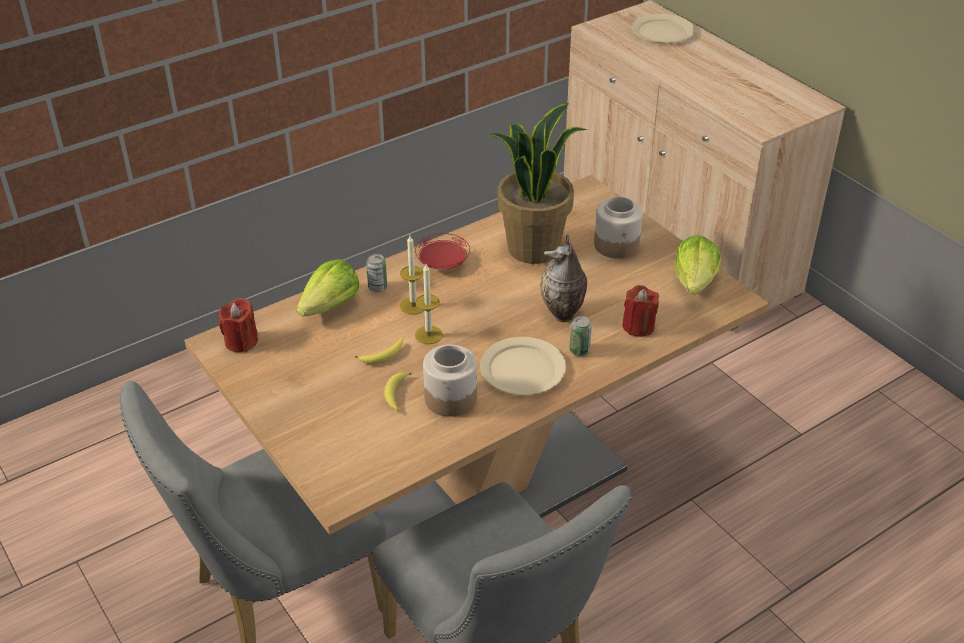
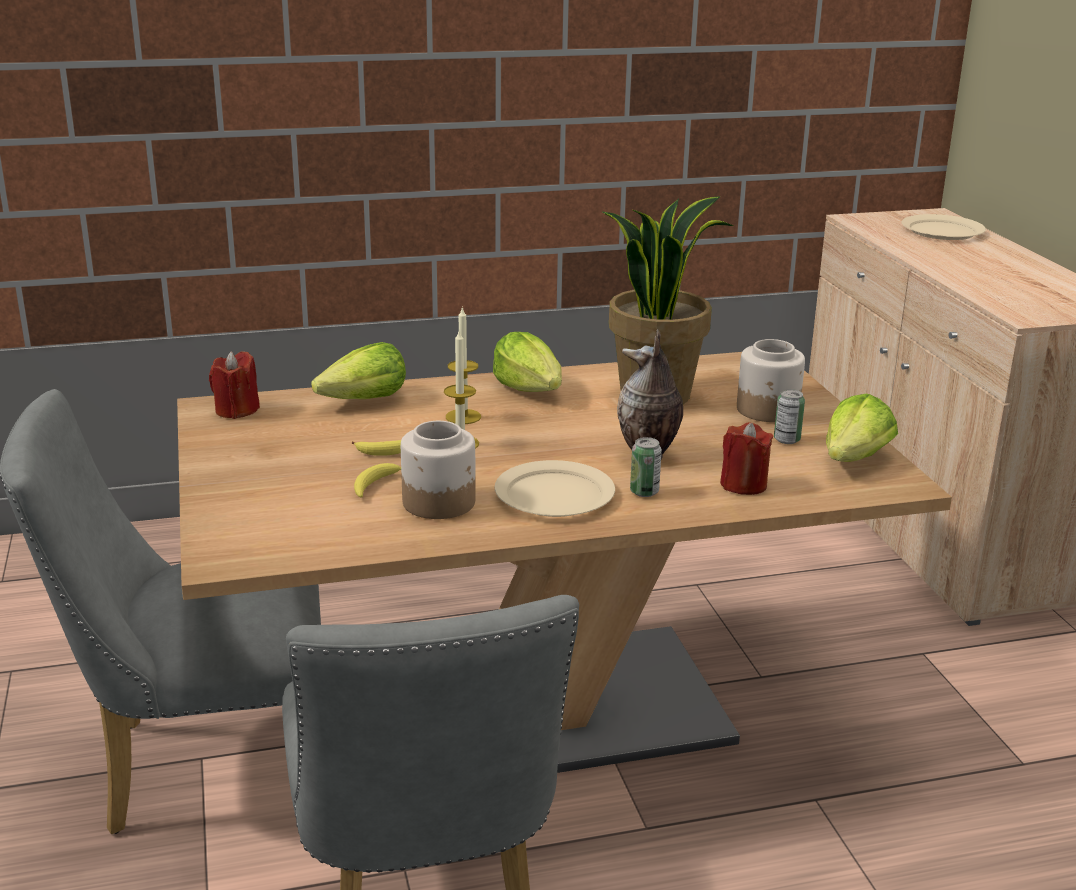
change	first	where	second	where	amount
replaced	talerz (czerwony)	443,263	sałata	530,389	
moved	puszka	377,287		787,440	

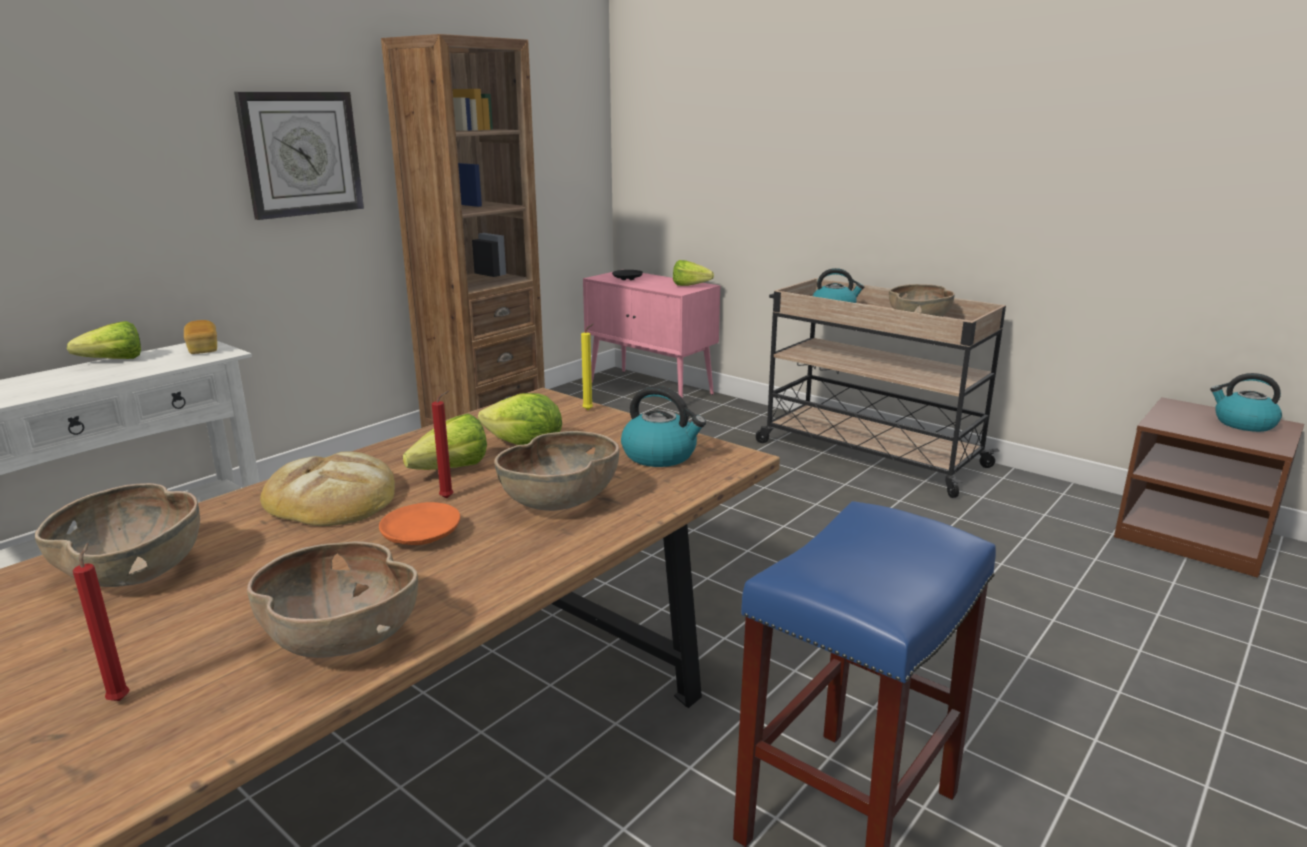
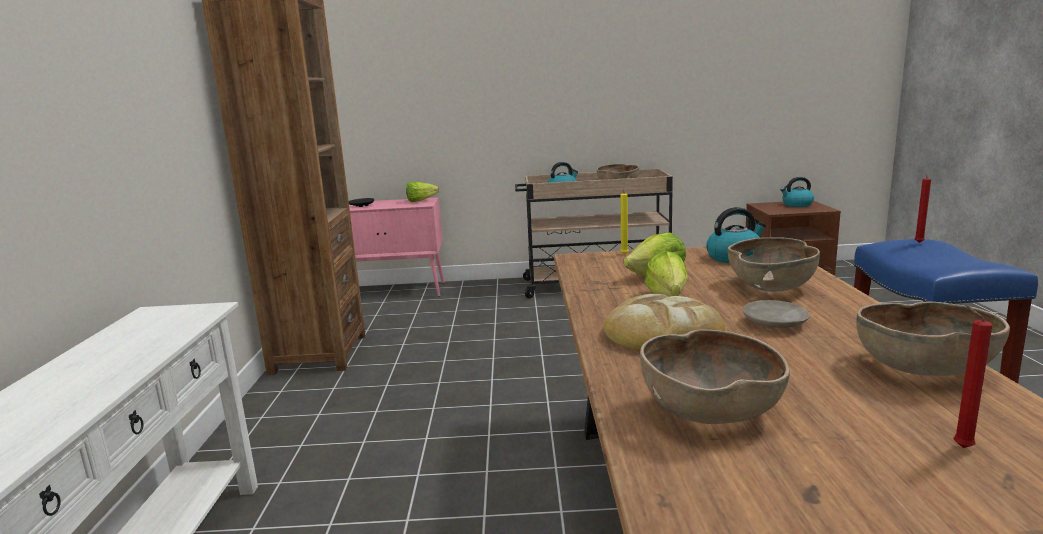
change	first	where	second	where	amount
removed	zegar ścienny	301,154			
removed	chleb	203,349			
removed	sałata	108,361			
moved	świeca (czerwony)	449,498		919,242	
recoloured	talerz (pomarańczowy)	421,536	talerz (beżowy)	774,324	

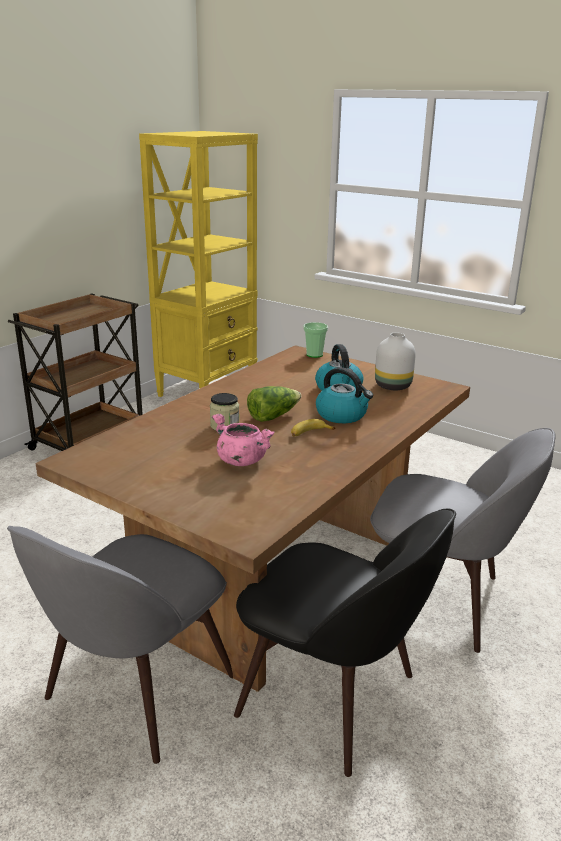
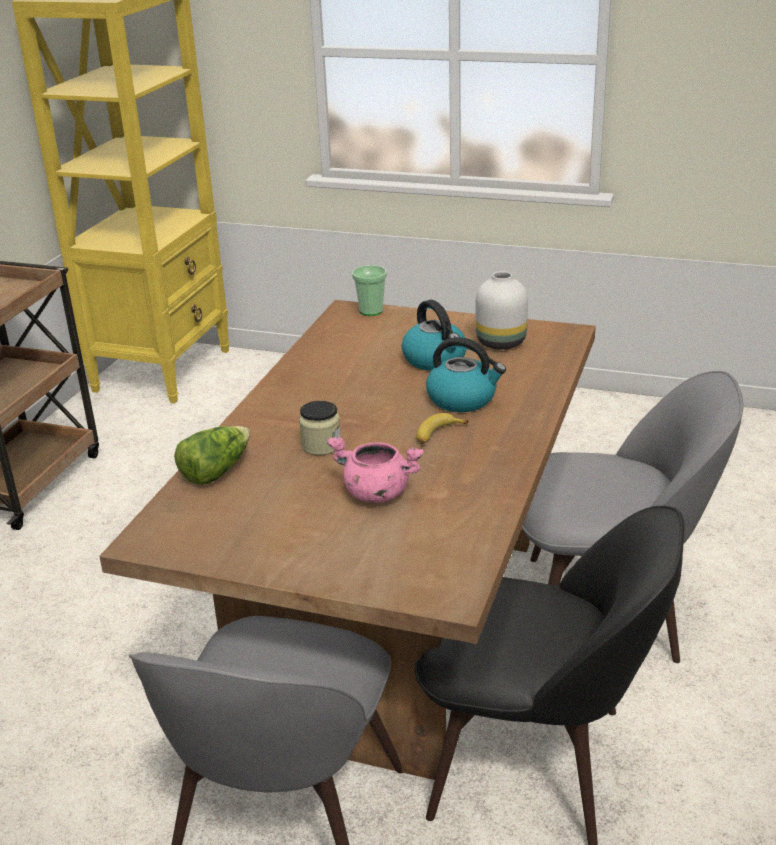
change	first	where	second	where	amount
moved	sałata	273,416		216,471	

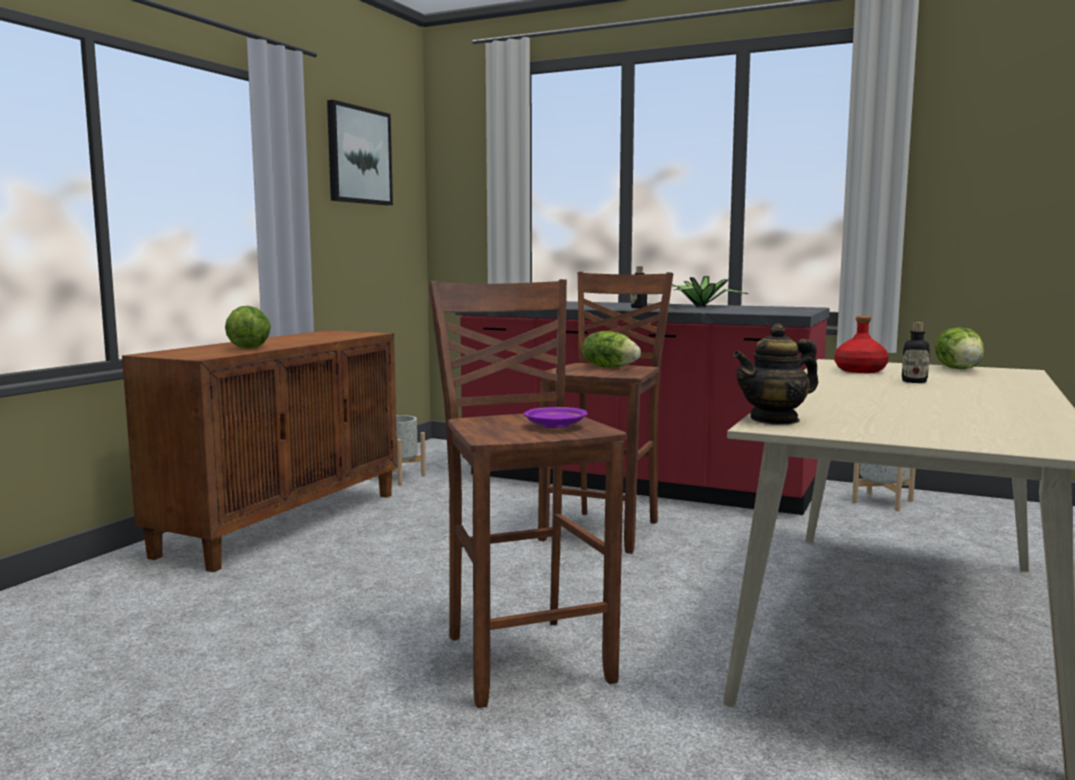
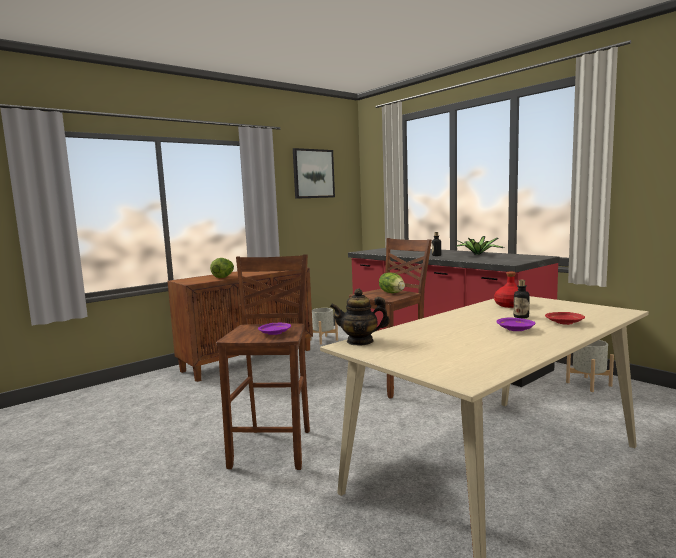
change	first	where	second	where	amount
removed	sałata	960,369			
added			talerz (czerwony)	565,323	
added			talerz (fioletowy)	515,329	

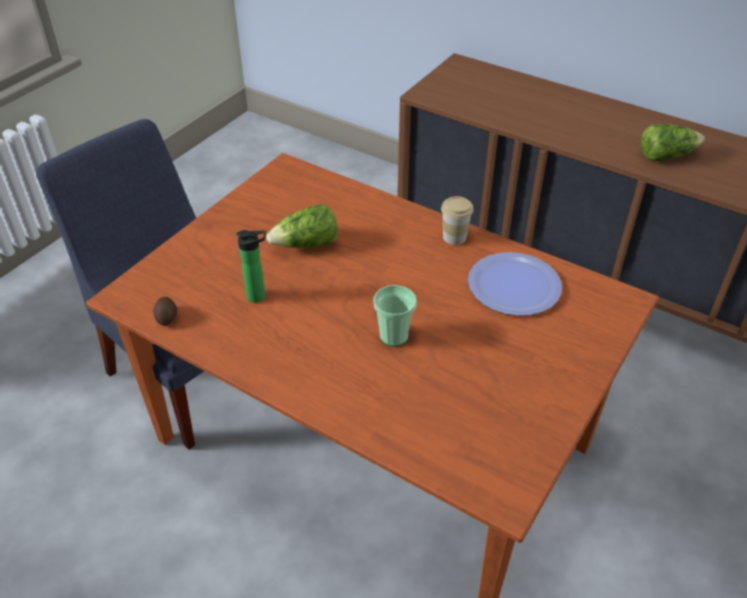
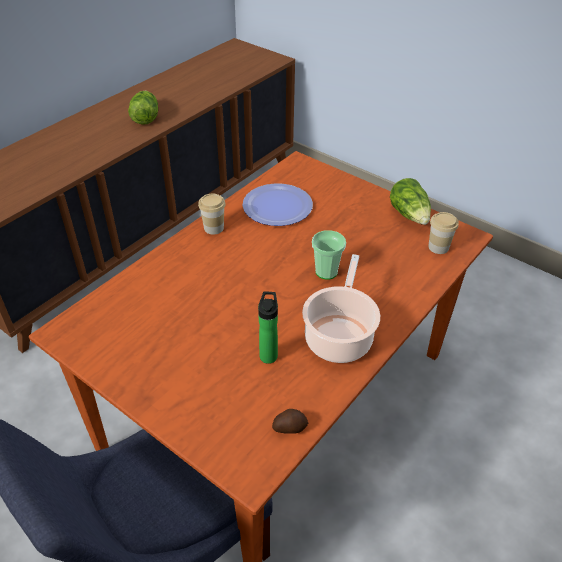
change	first	where	second	where	amount
moved	sałata	306,245		410,215	
added			filiżanka	438,247	
added			garnek	339,336	

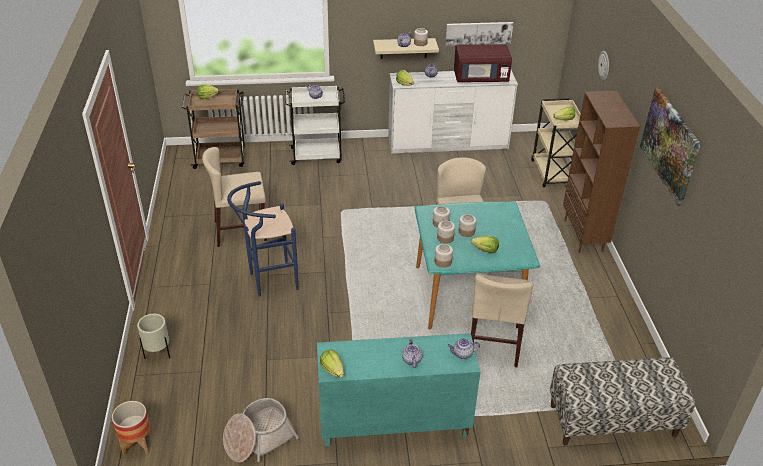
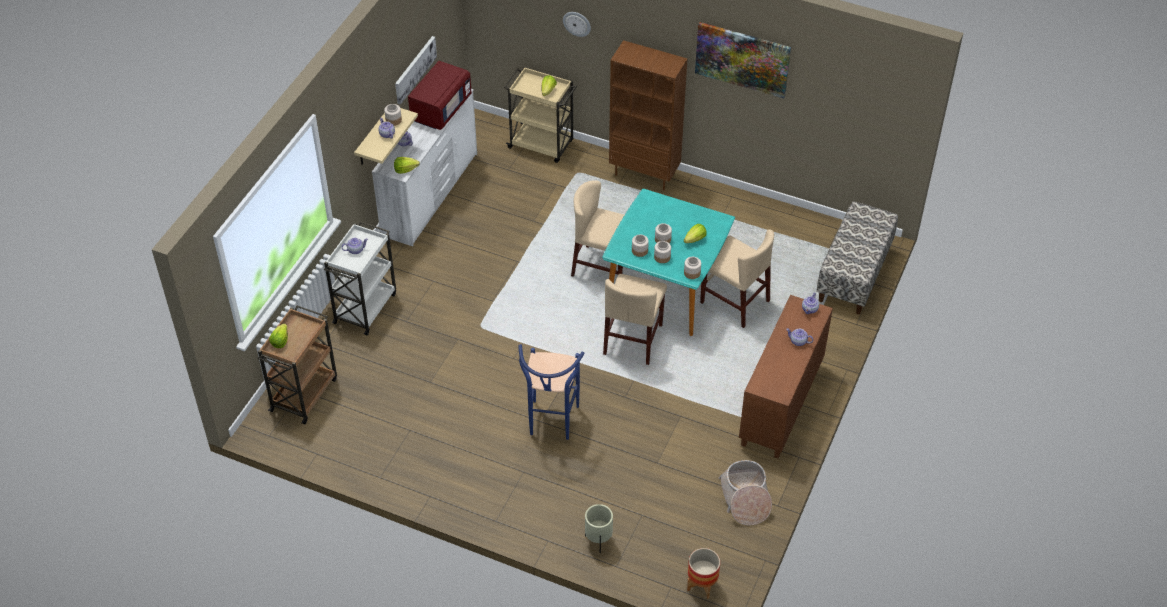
change	first	where	second	where	amount
moved	krzesło (beżowy)	240,231		633,339	
recoloured	szafka (turkusowy)	393,424	szafka (brązowy)	781,405	
removed	sałata	333,370			

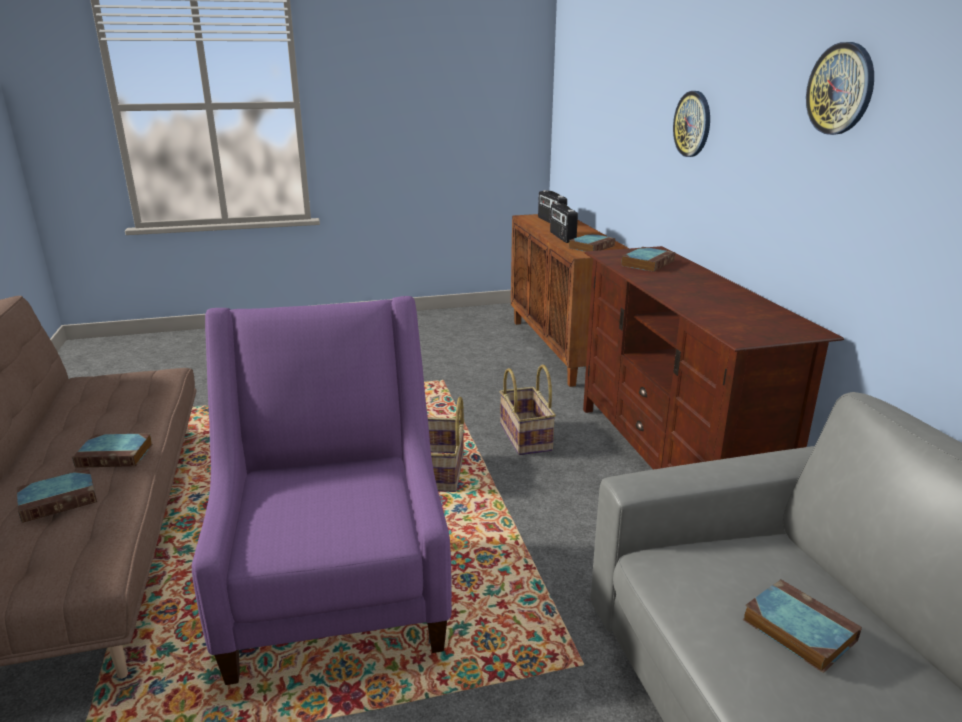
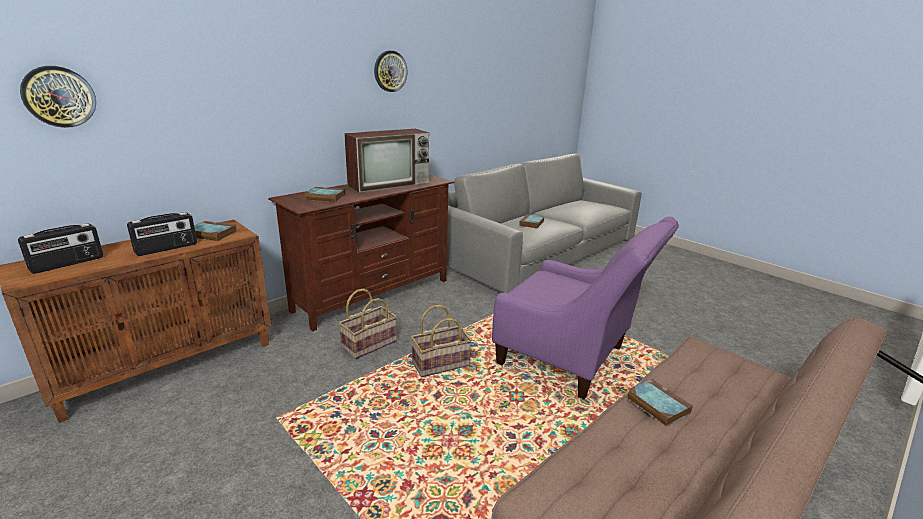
change	first	where	second	where	amount
moved	zegar ścienny	693,124		59,96	
turned	fotel (fioletowy)	337,589		570,360	105 degrees counterclockwise
removed	książka	60,499			
added			telewizor	390,184	

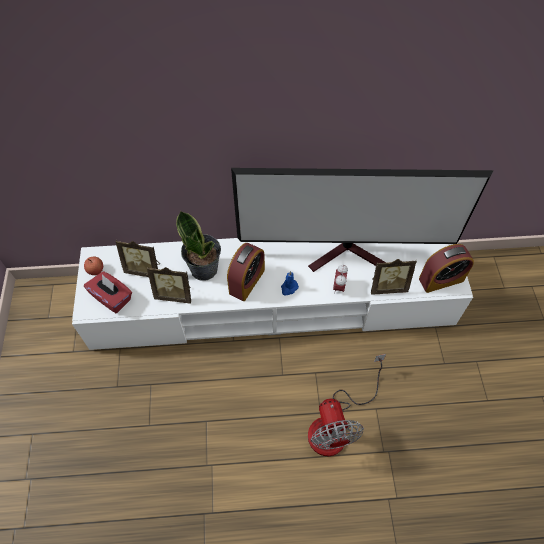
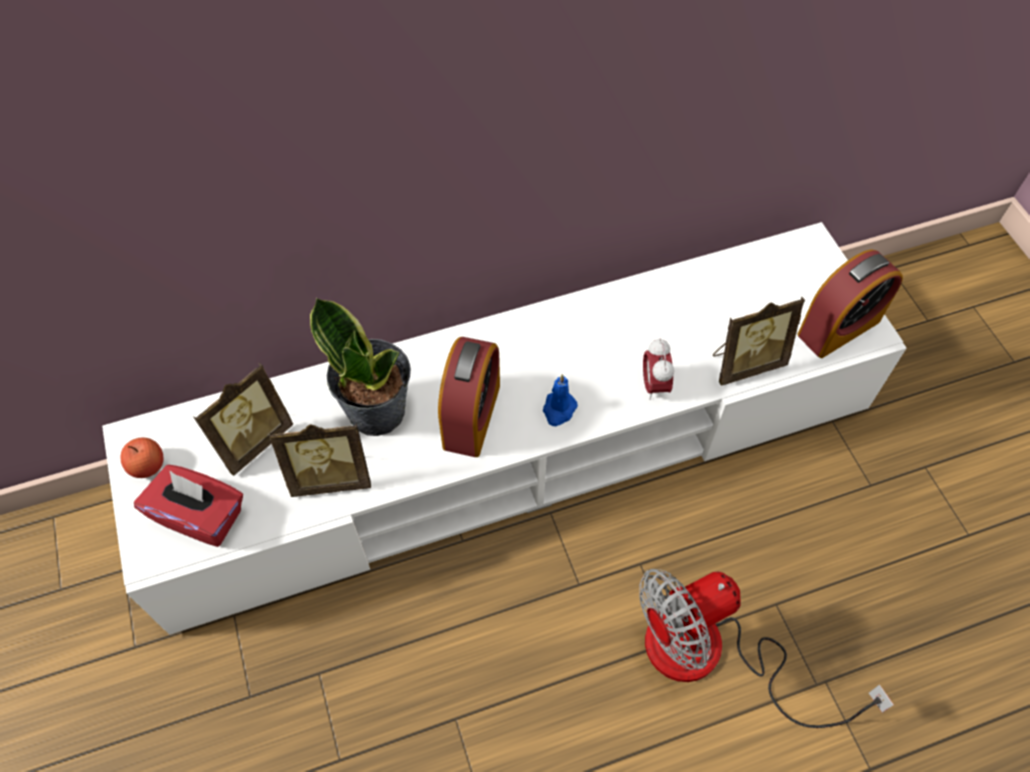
change	first	where	second	where	amount
removed	telewizor	350,256			
turned	ramka na zdjęcie	144,269		252,440	45 degrees counterclockwise
turned	wentylator	336,425		711,656	90 degrees clockwise

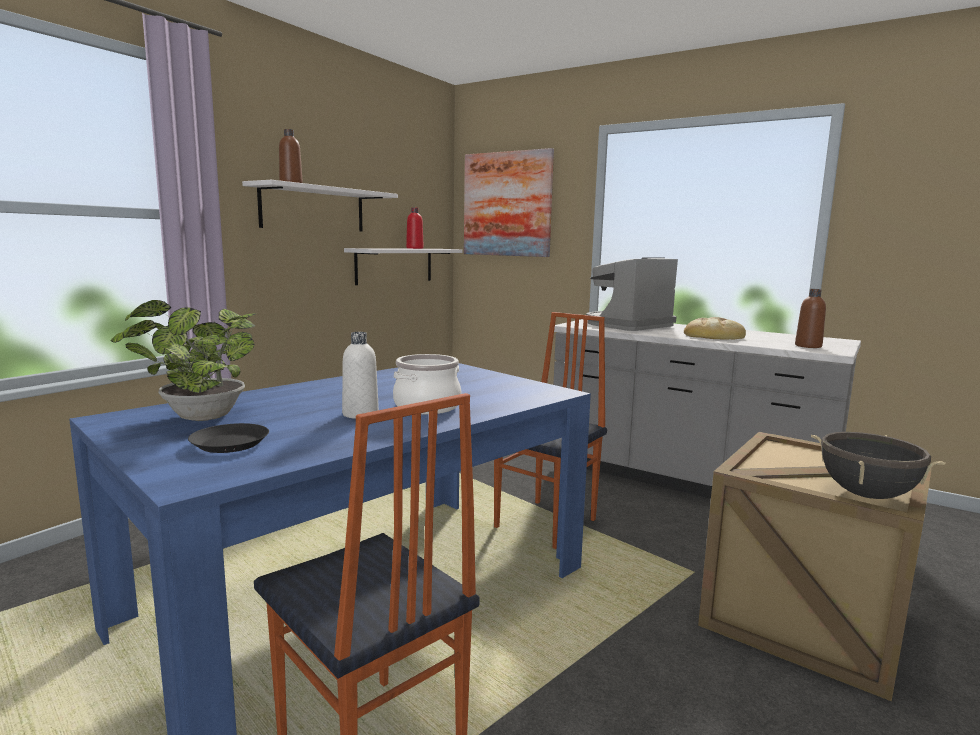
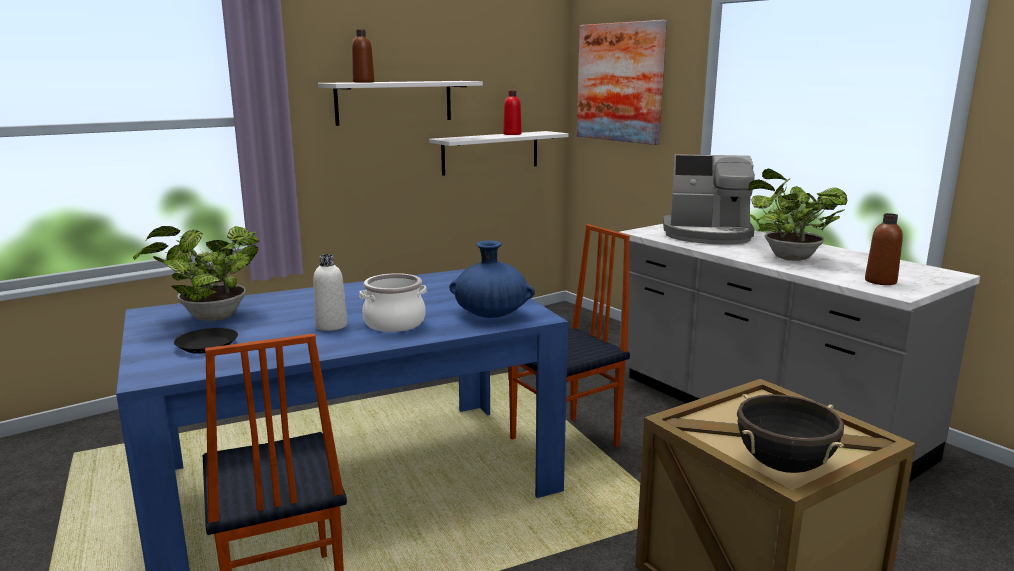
change	first	where	second	where	amount
turned	ekspres do kawy	627,325		708,235	150 degrees counterclockwise
replaced	chleb	714,335	roślina doniczkowa	787,257	
added			wazon (niebieski)	491,314	

